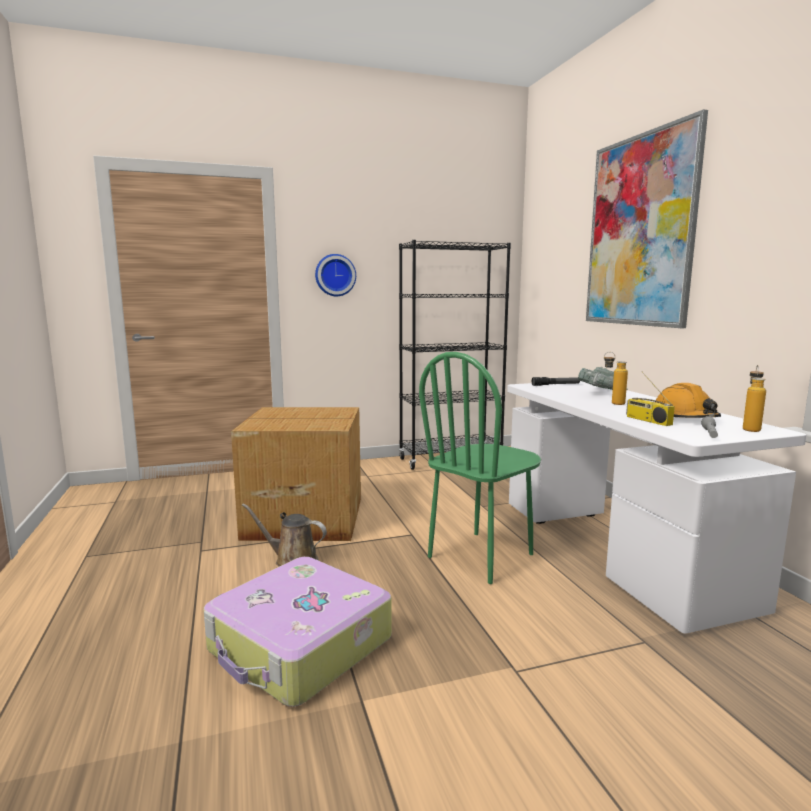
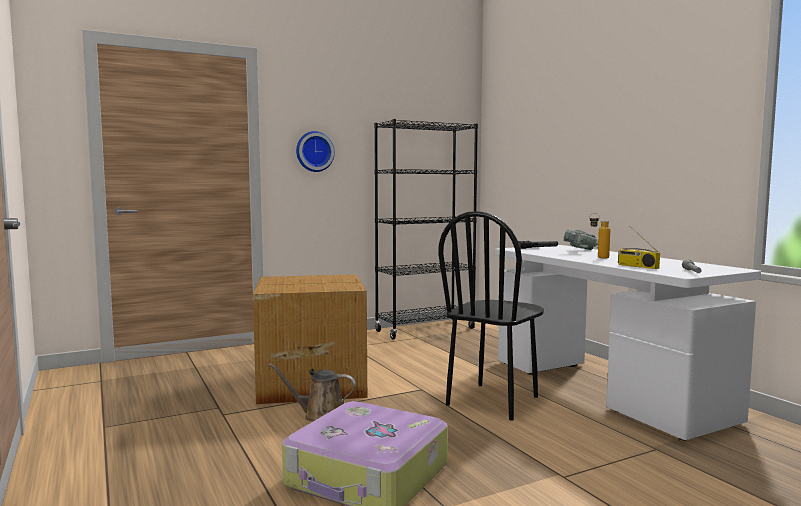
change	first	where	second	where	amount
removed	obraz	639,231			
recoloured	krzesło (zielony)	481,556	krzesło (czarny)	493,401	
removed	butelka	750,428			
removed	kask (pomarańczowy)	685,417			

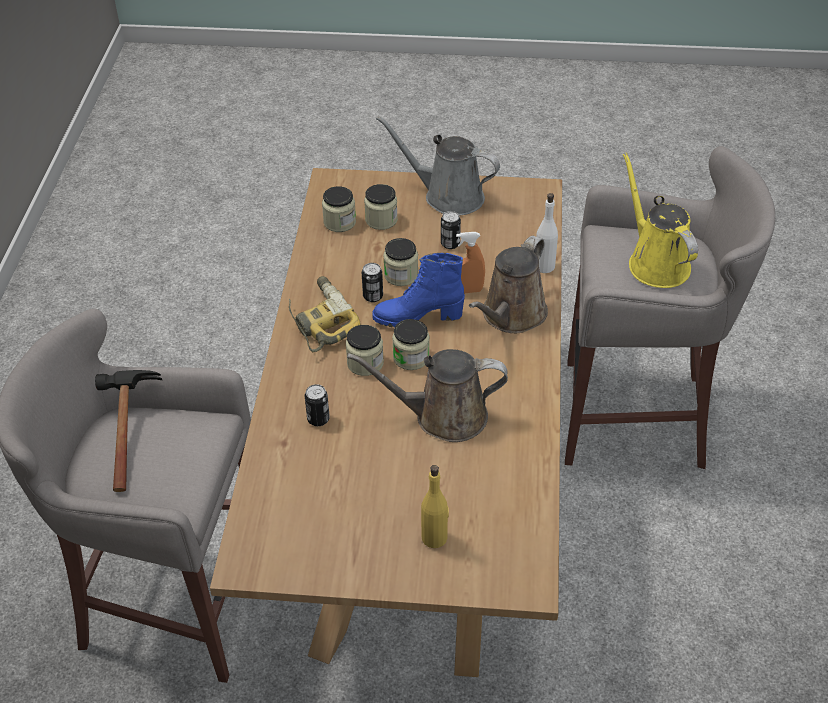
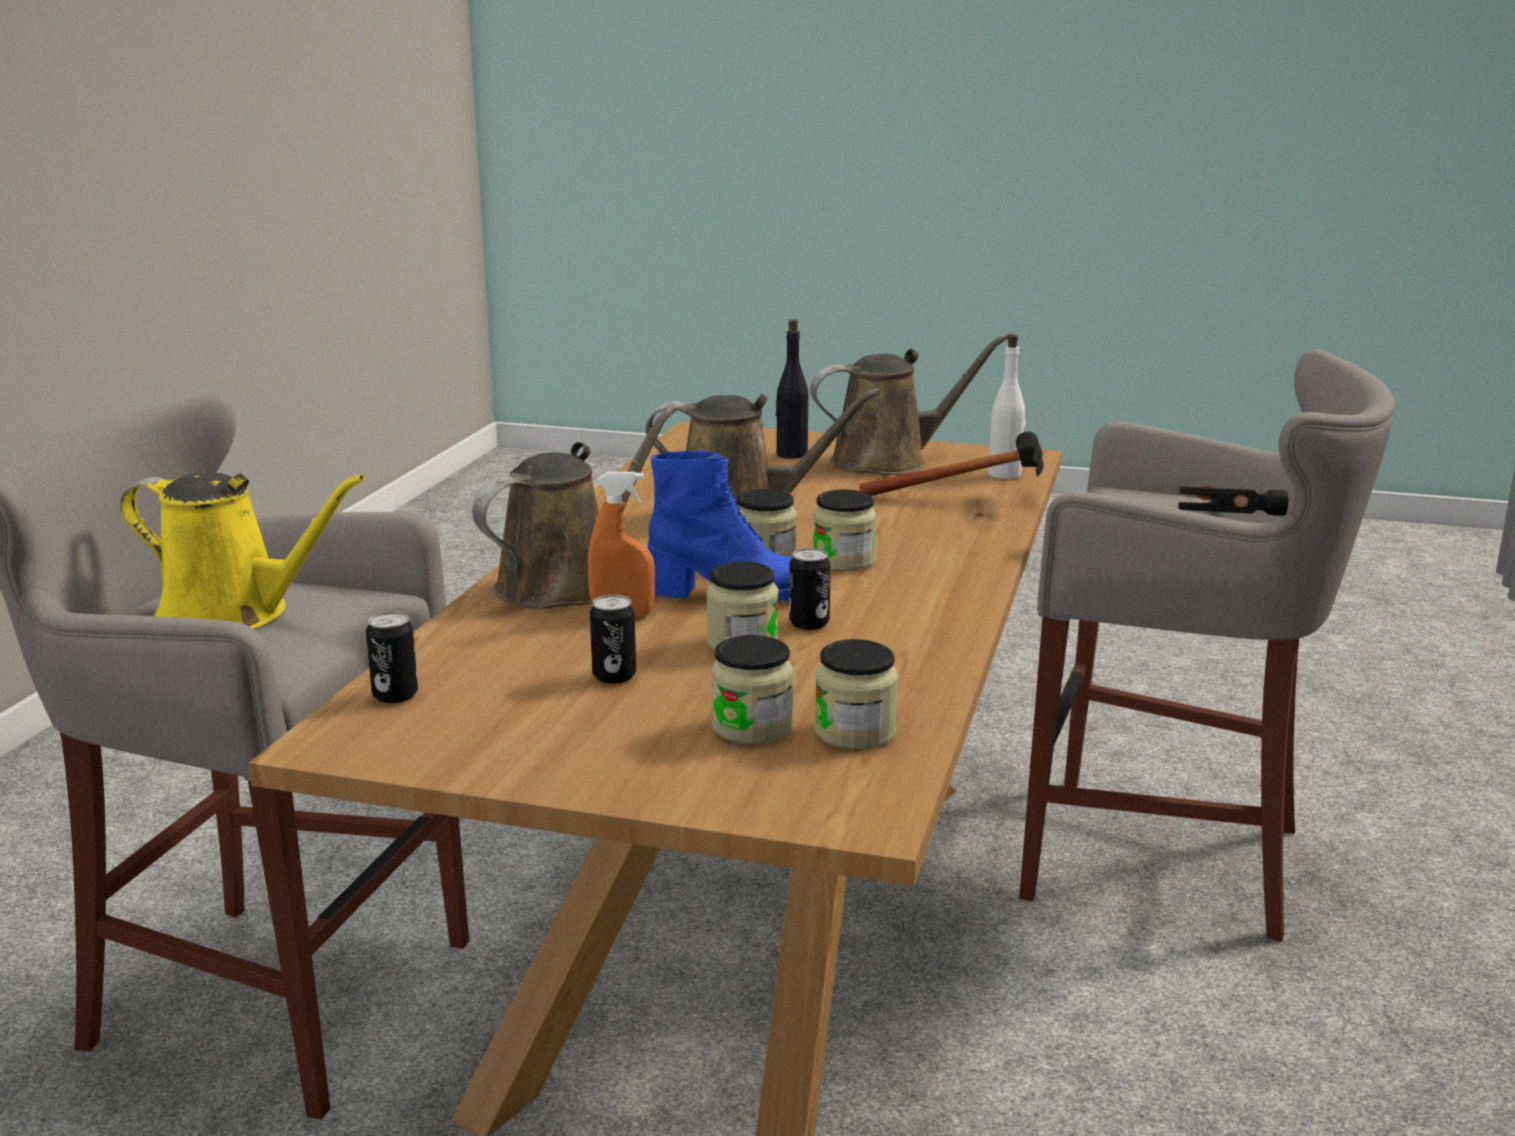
change	first	where	second	where	amount
removed	konewka (szary)	448,196			
turned	konewka (żółty)	655,262		234,614	60 degrees counterclockwise
moved	butelka (biały)	544,266		1005,474	
removed	wiertarka	320,320			
moved	puszka	318,419		395,695	
recoloured	butelka (żółty)	435,537	butelka (czarny)	791,454	
added			konewka (brązowy)	889,461	
added			młotek	975,500	

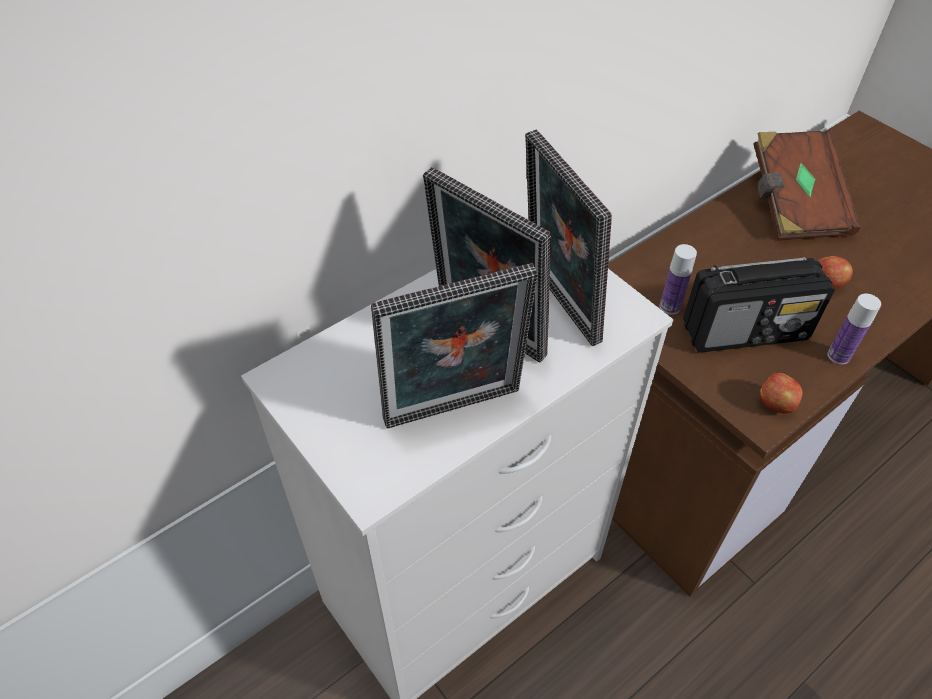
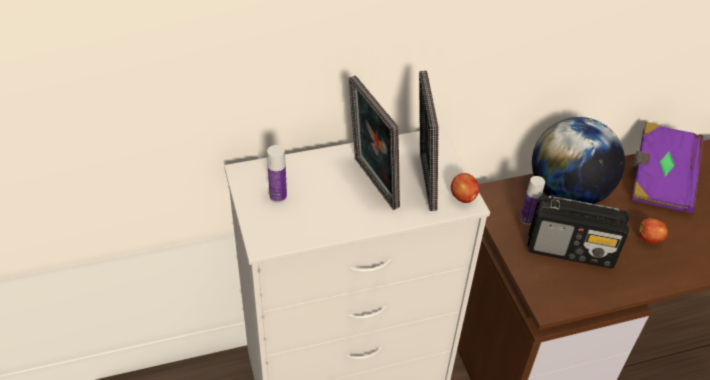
change	first	where	second	where	amount
recoloured	książka (brązowy)	794,204	książka (fioletowy)	659,180	
removed	ramka na zdjęcie	454,412			
moved	butelka	838,356		278,196	
moved	jabłko	776,404		463,198	
added			globus	567,193	

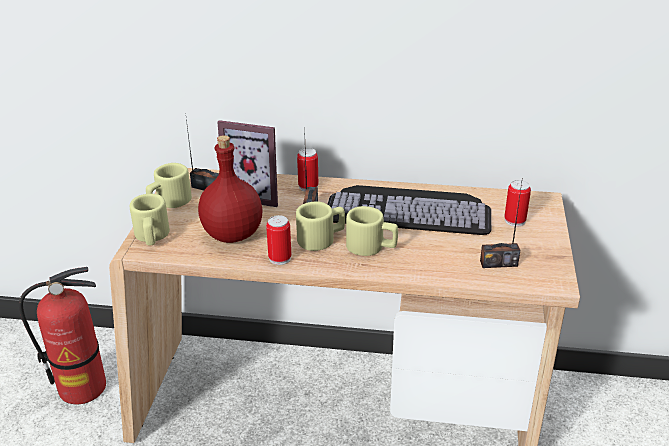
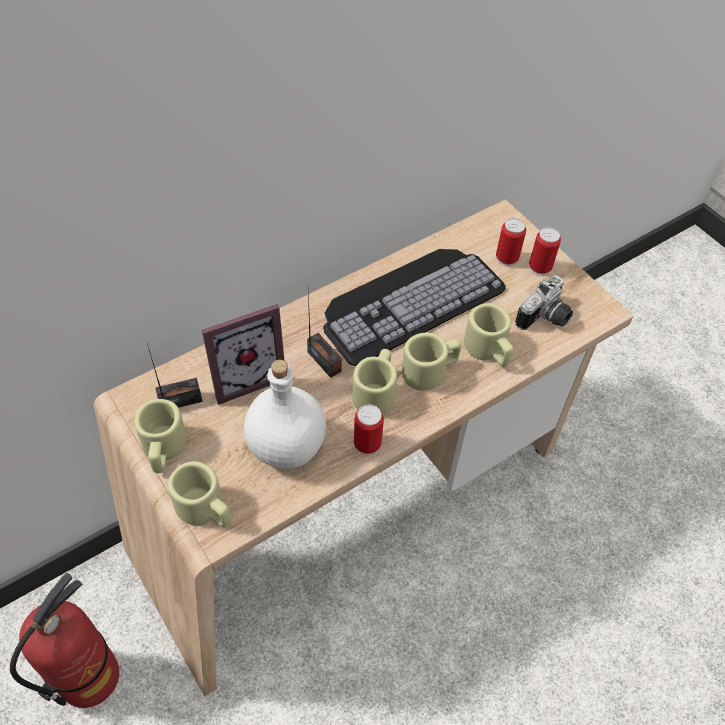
change	first	where	second	where	amount
recoloured	butelka (czerwony)	232,234	butelka (biały)	285,445	
moved	puszka	308,186		540,267	
replaced	radio	498,263	aparat fotograficzny	545,318	
added			kubek (beżowy)	488,350	

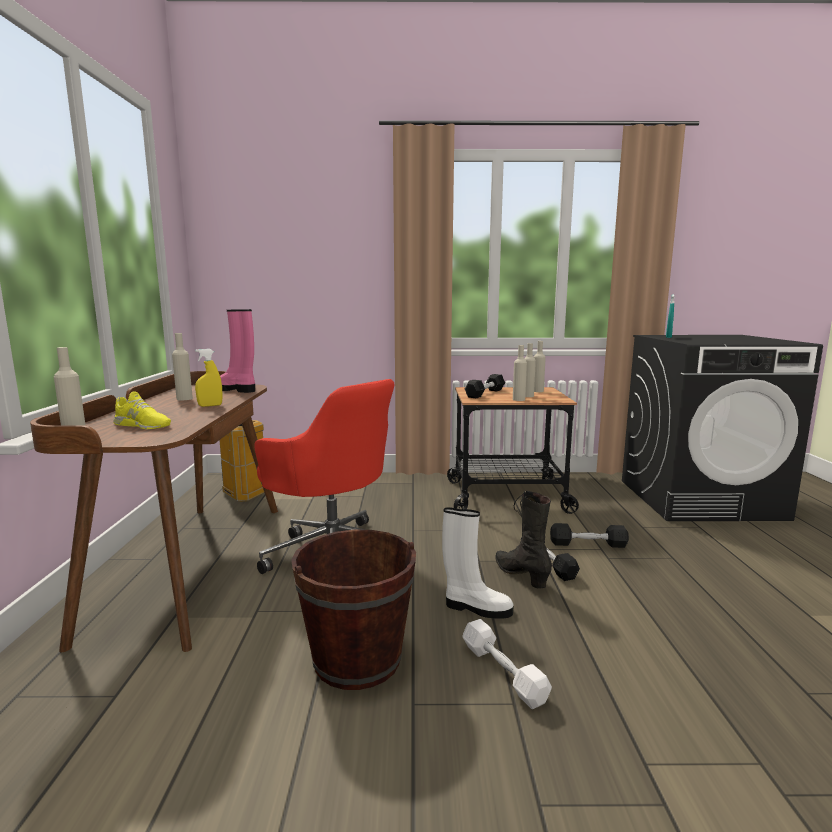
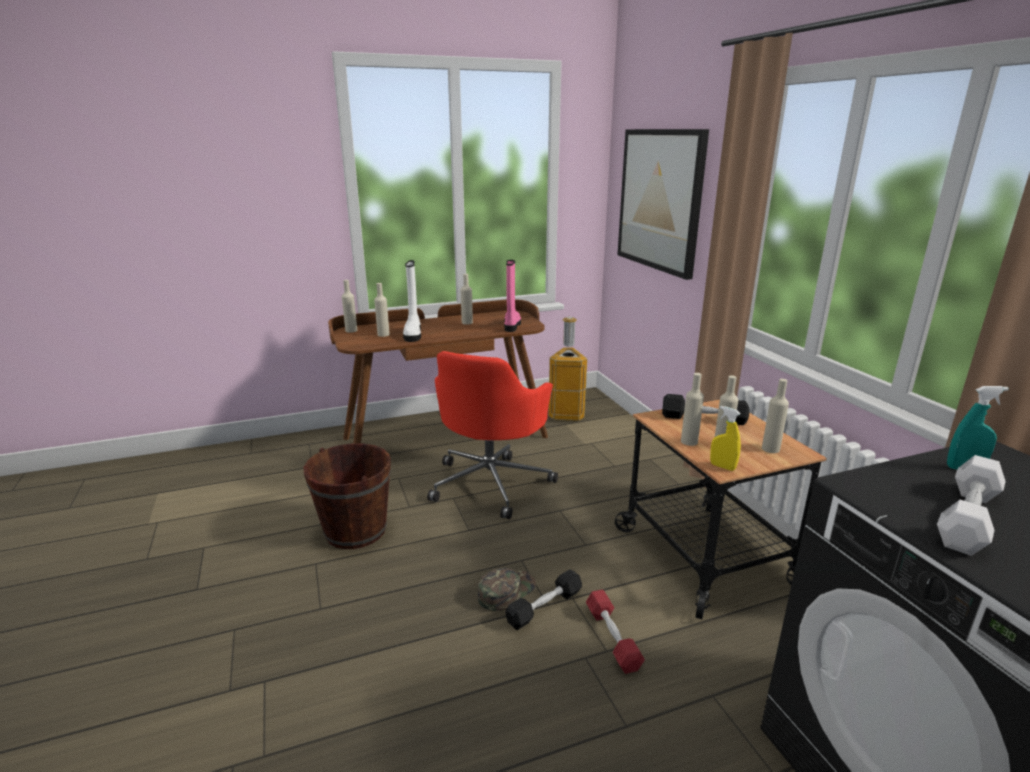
change	first	where	second	where	amount
moved	spryskiwacz (żółty)	210,405		722,467	
replaced	but (żółty)	142,425	butelka (beżowy)	383,334	
replaced	but z cholewką (czarny)	521,575	czapka z daszkiem (zielony)	506,591	
moved	but z cholewką (biały)	476,608		413,334	
recoloured	hantel (czarny)	588,544	hantel (czerwony)	612,638	
moved	hantel (biały)	503,672		967,517	
added			obraz	660,200	

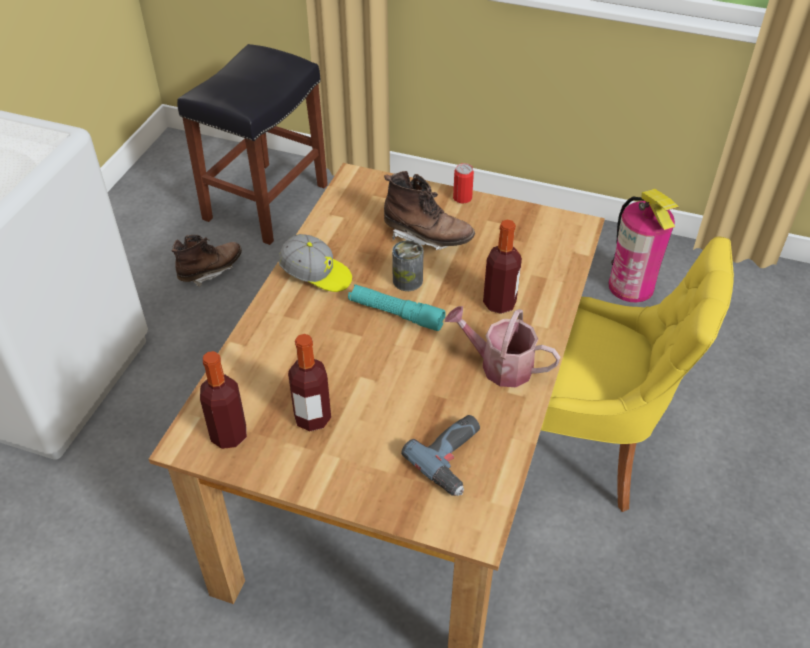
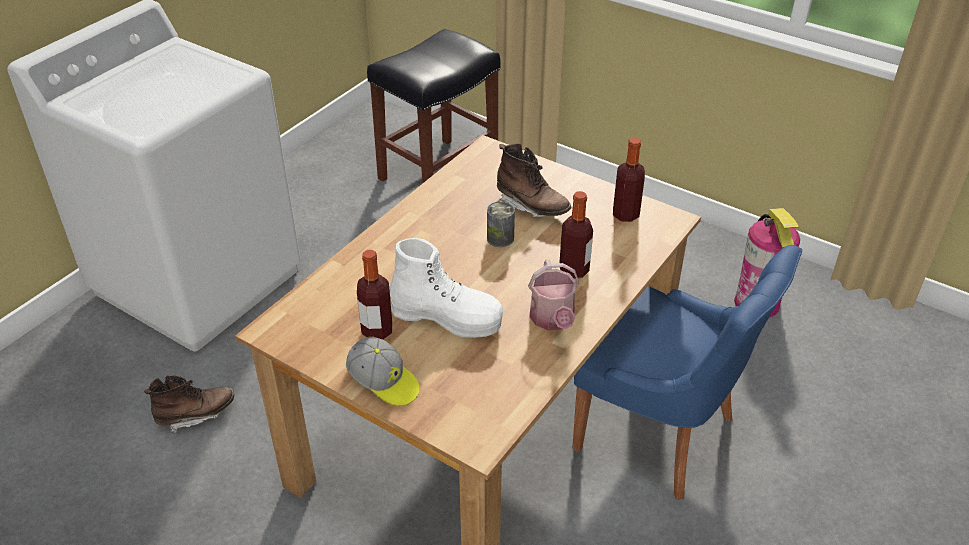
change	first	where	second	where	amount
removed	puszka	462,198			
moved	czapka z daszkiem	316,275		384,382	
moved	but z cholewką (brązowy)	211,271		196,415	
recoloured	krzesło (żółty)	585,446	krzesło (niebieski)	660,435	
removed	latarka (turkusowy)	396,313			
turned	konewka	499,365		553,320	135 degrees counterclockwise
moved	butelka	229,435		625,214	
removed	wiertarka	455,459			
added			but z cholewką (biały)	447,317	

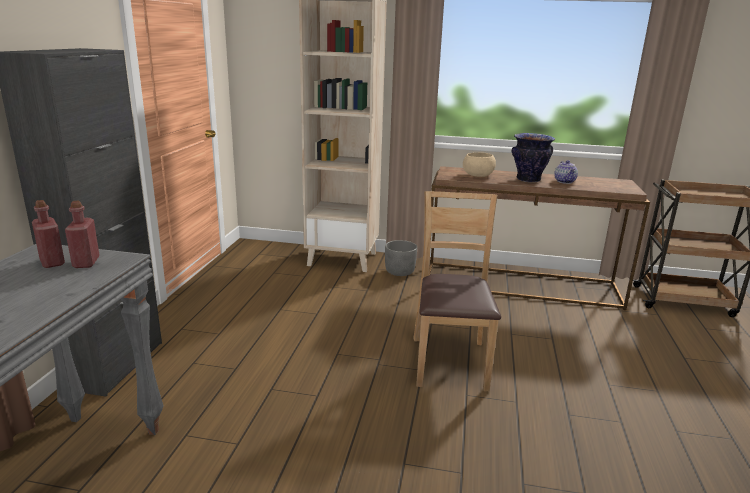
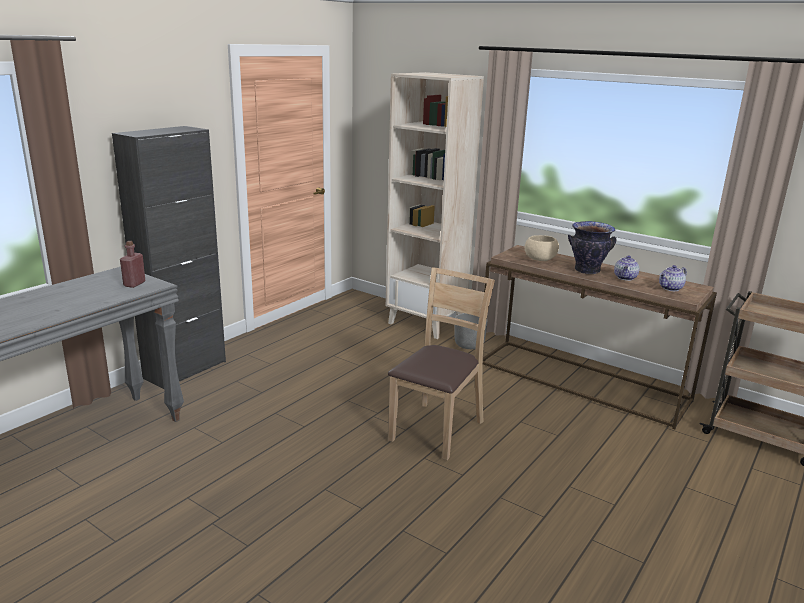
change	first	where	second	where	amount
removed	butelka (czerwony)	52,262			
added			imbryk	671,288	

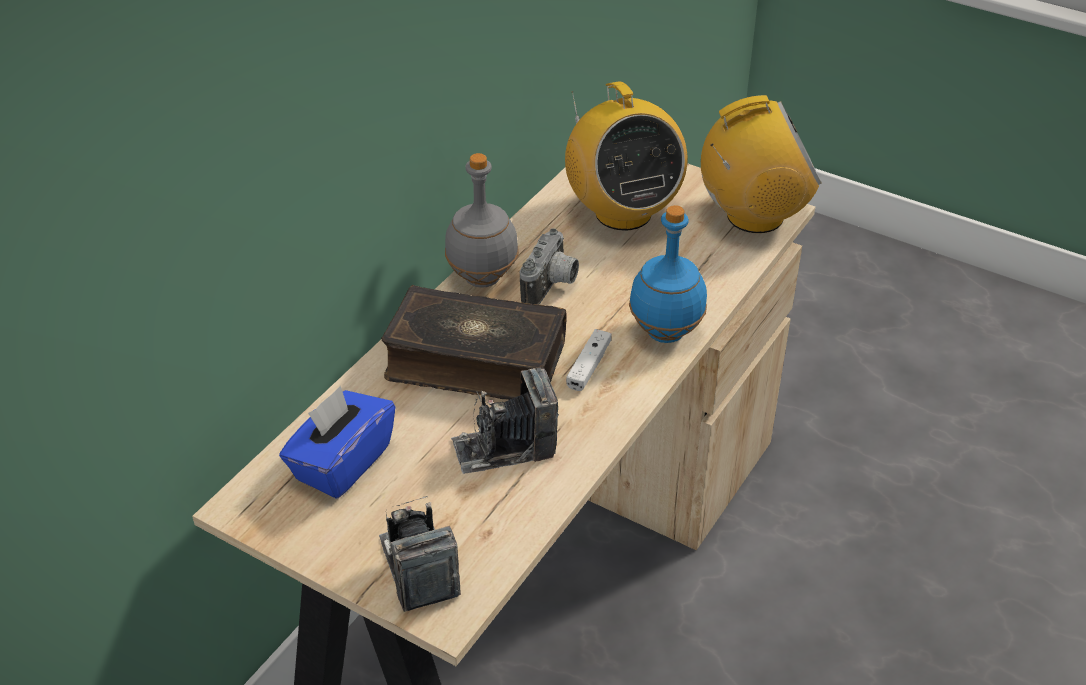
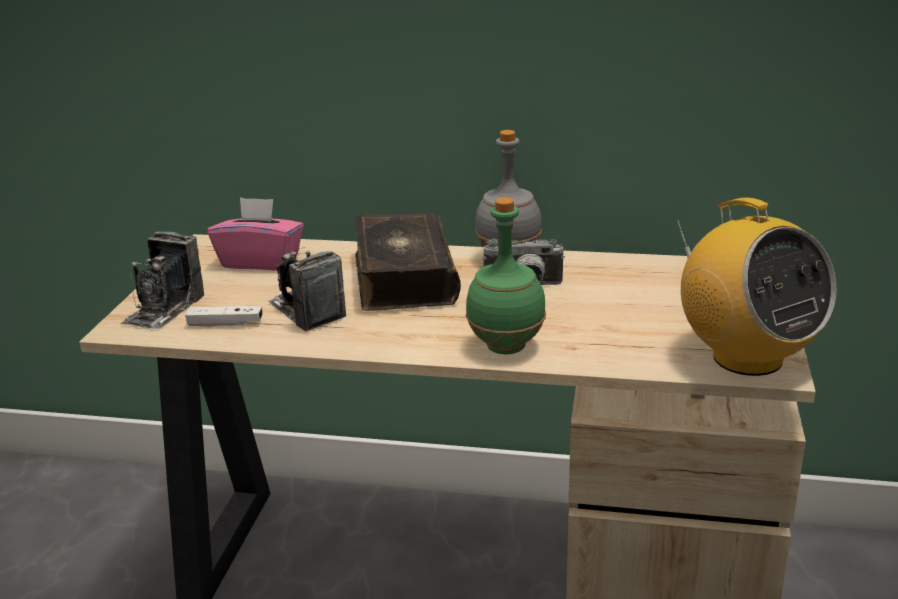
change	first	where	second	where	amount
removed	radio	622,212			
recoloured	butelka (niebieski)	664,332	butelka (zielony)	506,346	
moved	pad do gier (biały)	588,366		225,323	
recoloured	pudełko chusteczek (niebieski)	341,463	pudełko chusteczek (różowy)	261,261	
turned	aparat fotograficzny	418,567		164,309	150 degrees clockwise

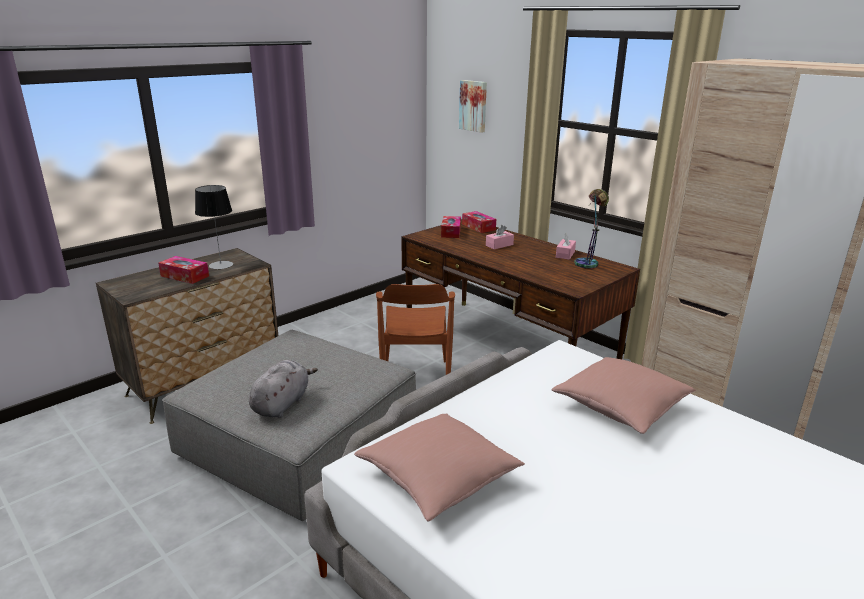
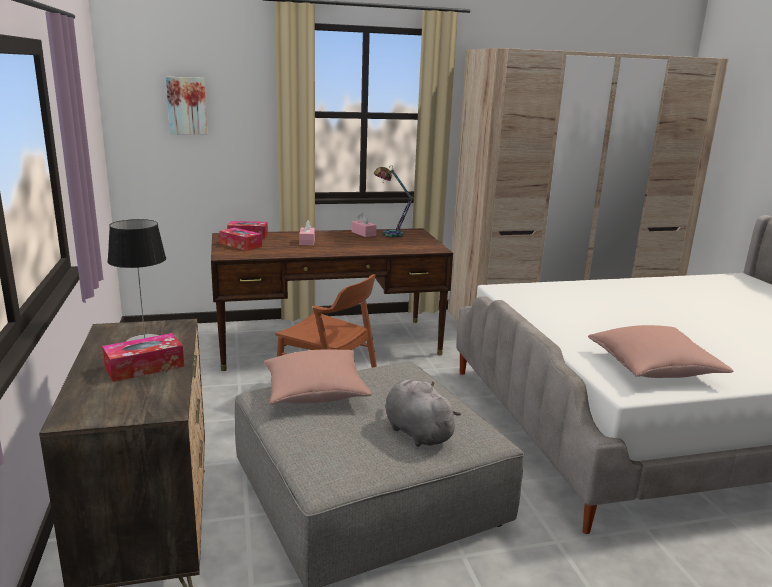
change	first	where	second	where	amount
moved	poduszka (różowy)	621,406		315,392	

